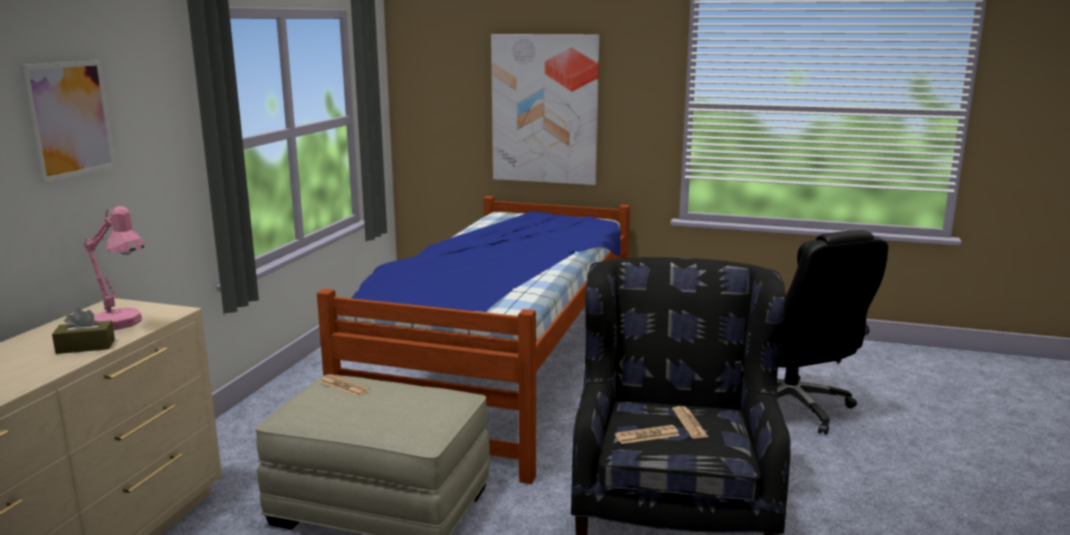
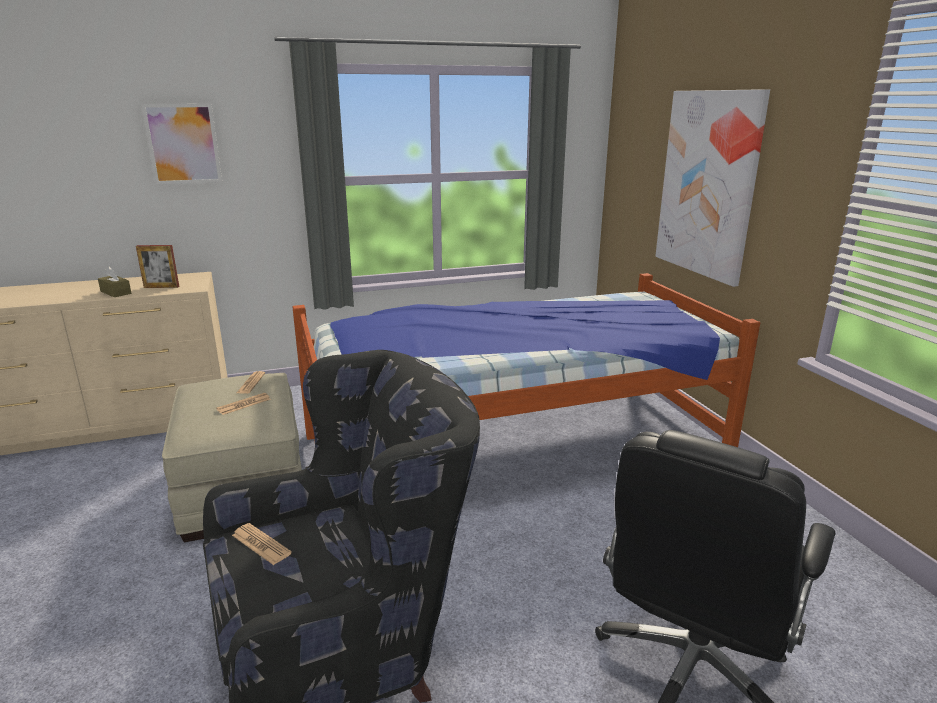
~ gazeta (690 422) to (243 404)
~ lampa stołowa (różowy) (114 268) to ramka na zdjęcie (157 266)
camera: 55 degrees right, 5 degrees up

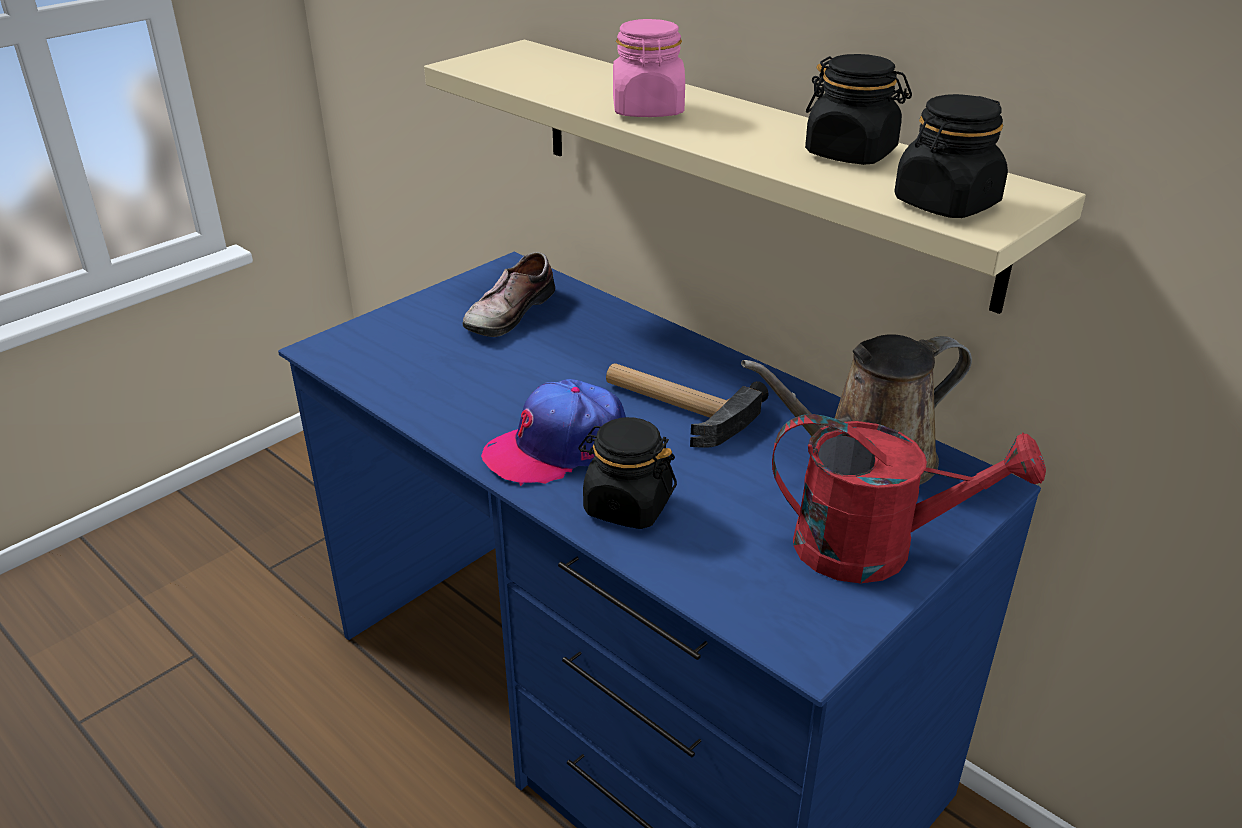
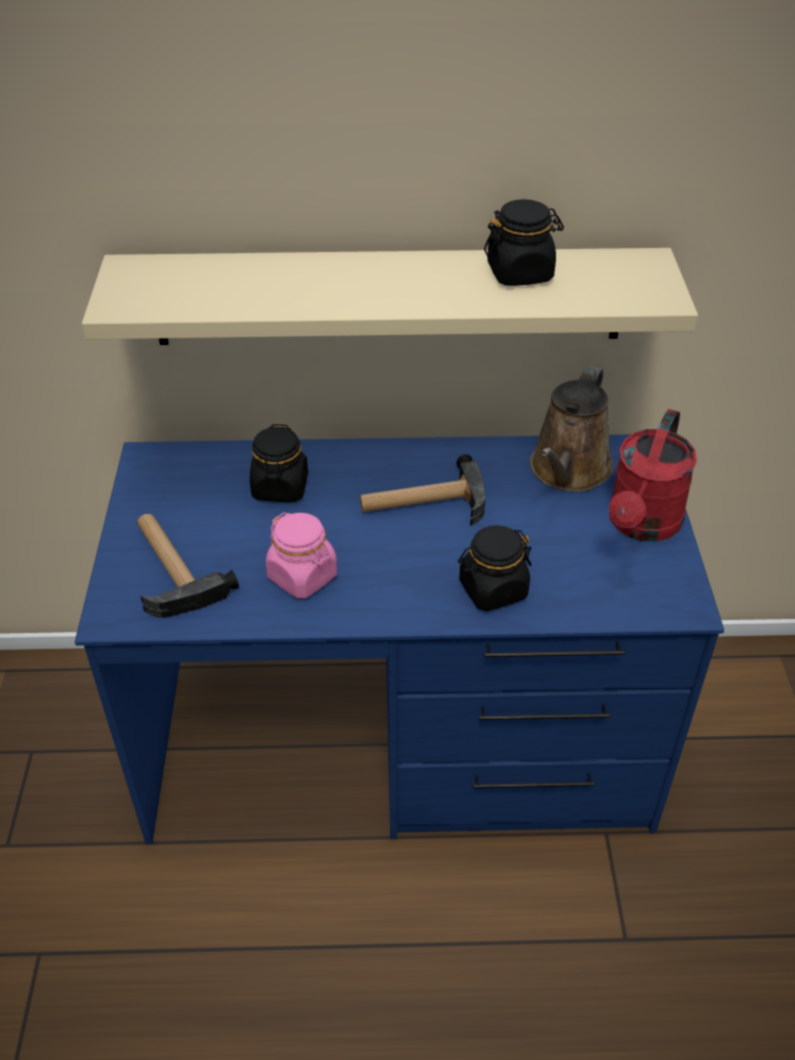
- but (509 294)
- czapka z daszkiem (553 432)
+ młotek (188 566)
~ słoik (różowy) (649 68) to (301 555)
~ słoik (czarny) (951 156) to (279 463)
~ konewka (czerwony) (909 498) = (653 475) 150 degrees clockwise
camera: 45 degrees left, 10 degrees up

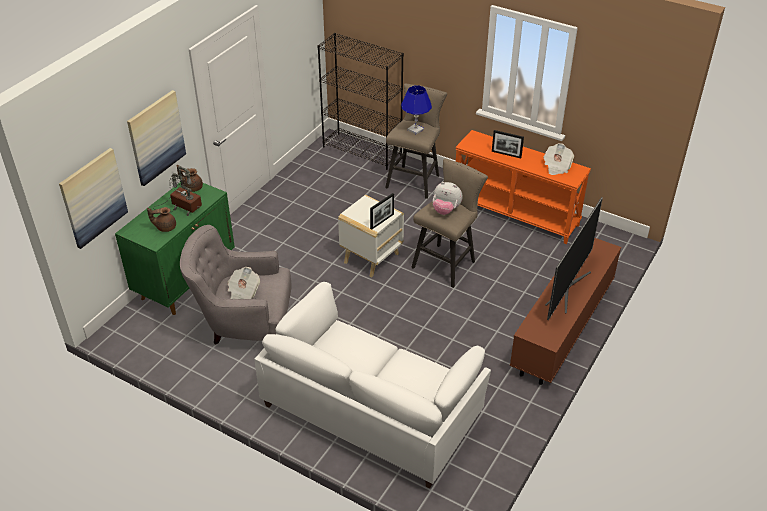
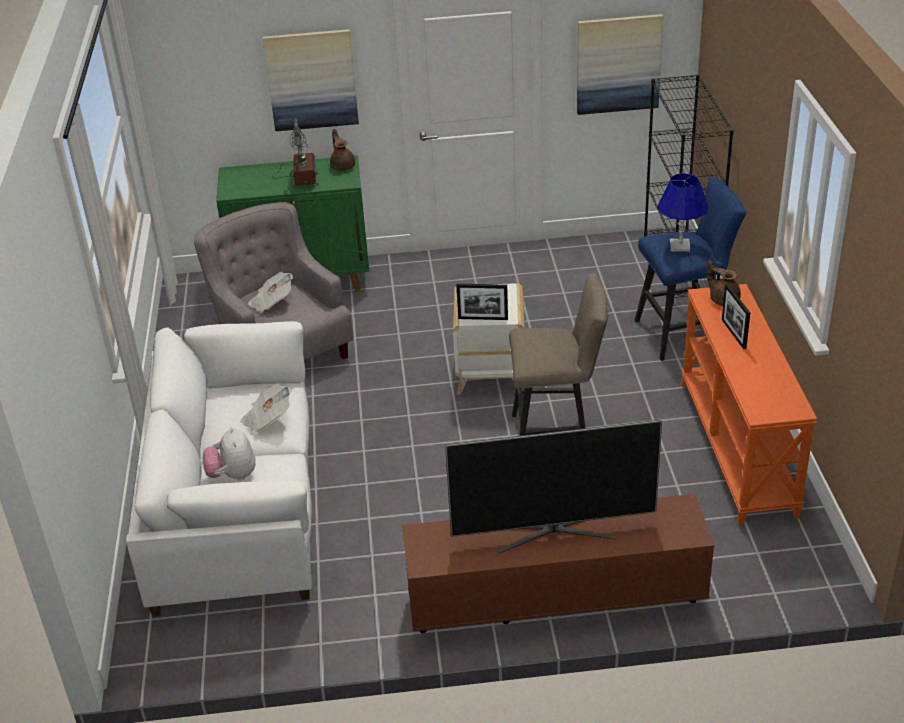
~ obraz (93 198) to (620 64)
~ imbryk (brązowy) (161 219) to (724 282)
~ pluszak (448 198) to (229 454)
~ gazeta (558 159) to (266 408)
~ stołek (beżowy) (416 141) to stołek (niebieski) (690 268)
camera: 55 degrees right, 5 degrees down

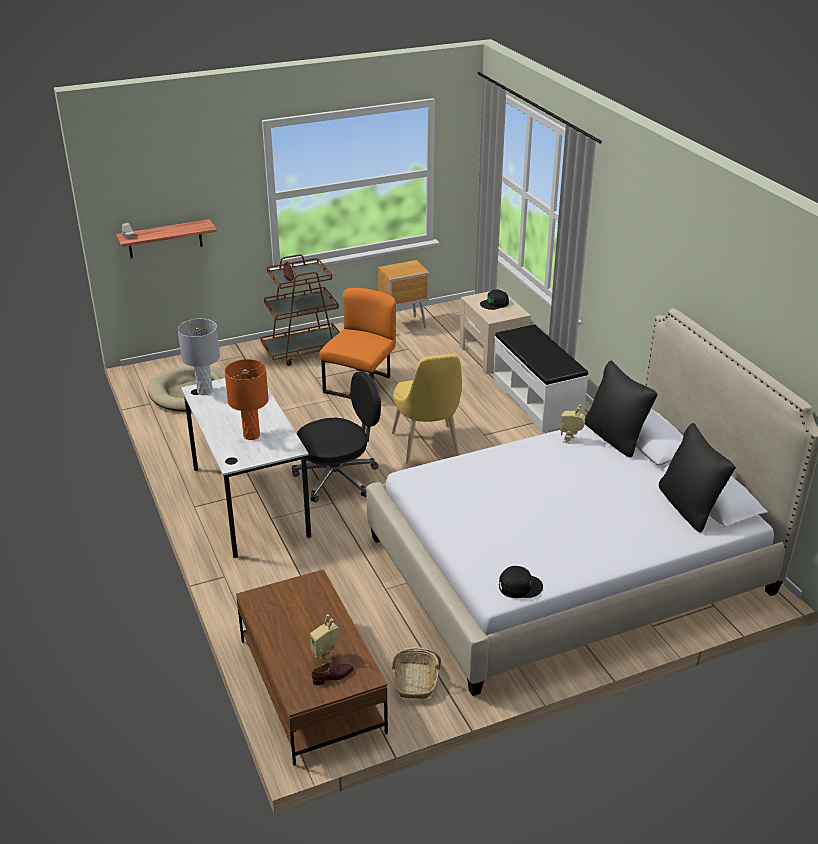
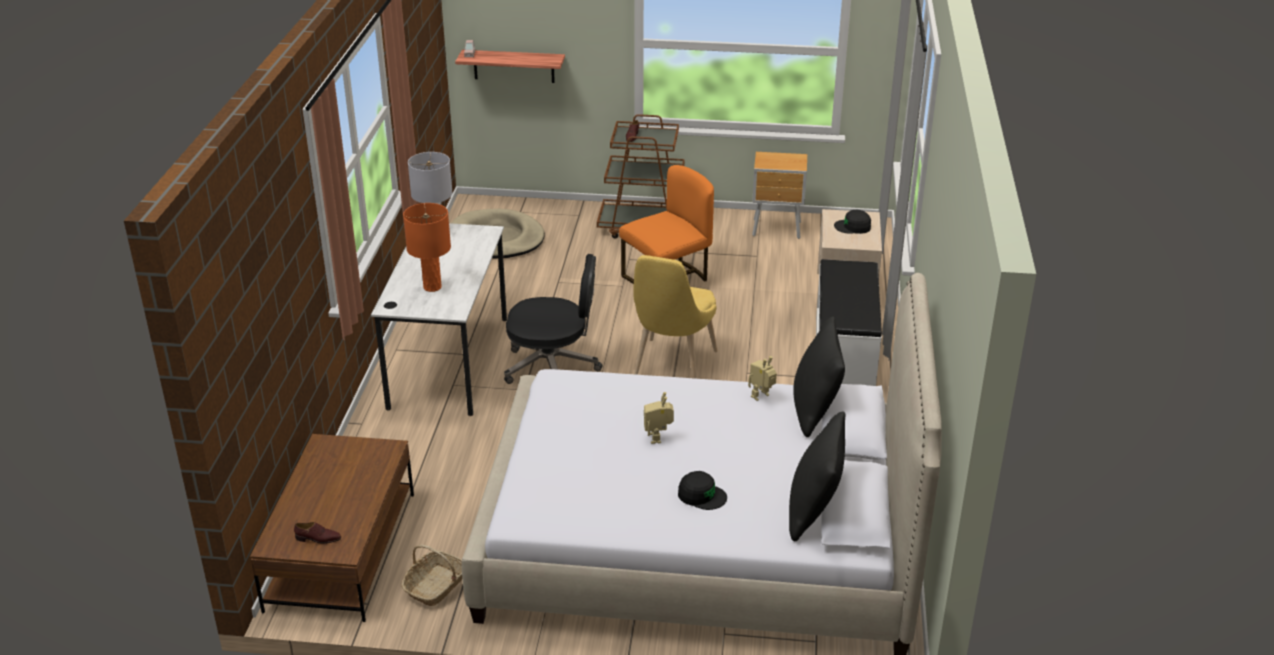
~ robot zabawkowy (325 639) to (659 418)
~ czapka z daszkiem (czarny) (521 582) to (702 490)
camera: 30 degrees right, 0 degrees up

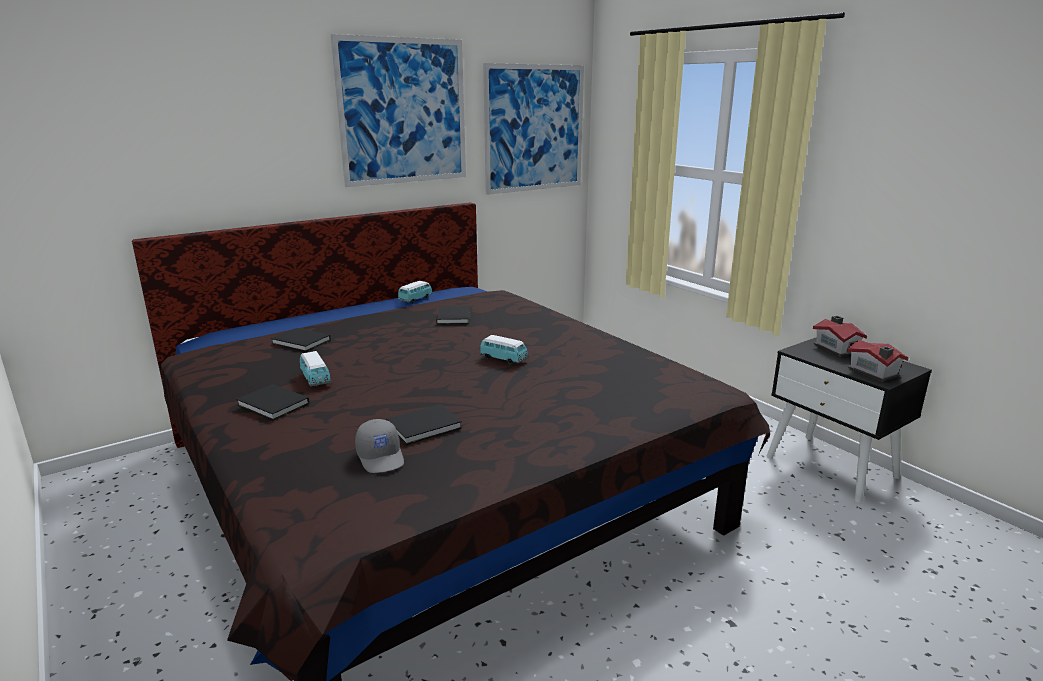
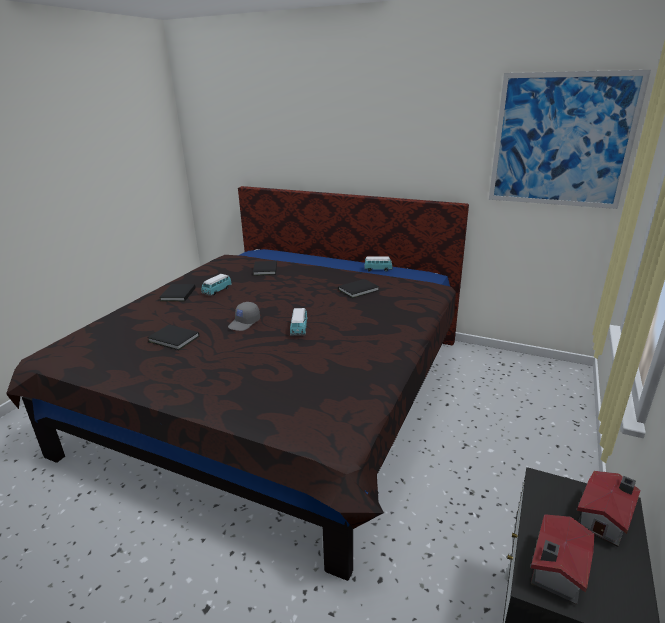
- obraz (398 110)
~ czapka z daszkiem (szary) (379 446) to (244 316)
camera: 60 degrees right, 5 degrees up

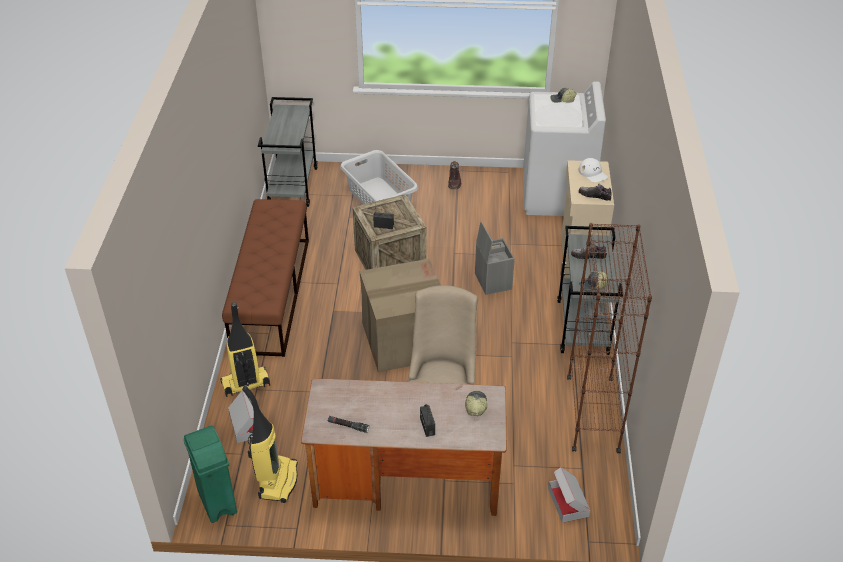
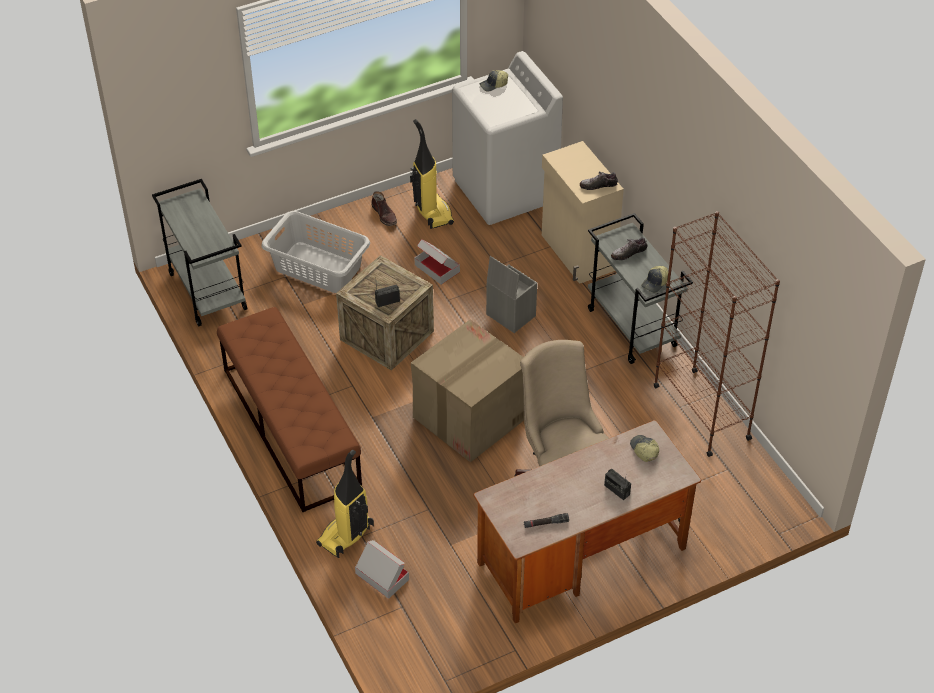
- kosz na śmieci (zielony) (210 474)
- czapka z daszkiem (biały) (593 170)
~ odkurzacz (270 444) to (432 174)
~ karton (569 495) to (437 262)
camera: 30 degrees left, 5 degrees up

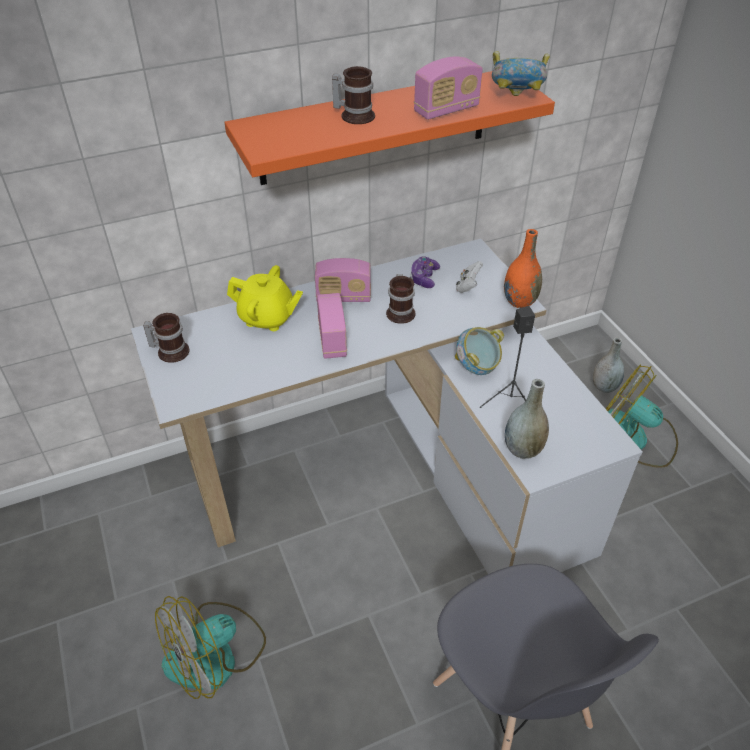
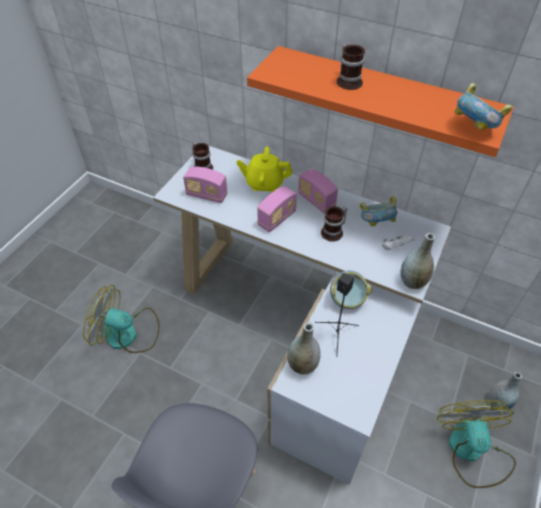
~ radio (448 88) to (205 185)
~ pad do gier (425 272) to miska (379 211)
~ wazon (pomarańczowy) (523 268) to wazon (szary) (417 261)
~ imbryk (żółty) (265 298) = (264 169) 120 degrees clockwise
camera: 50 degrees right, 5 degrees up

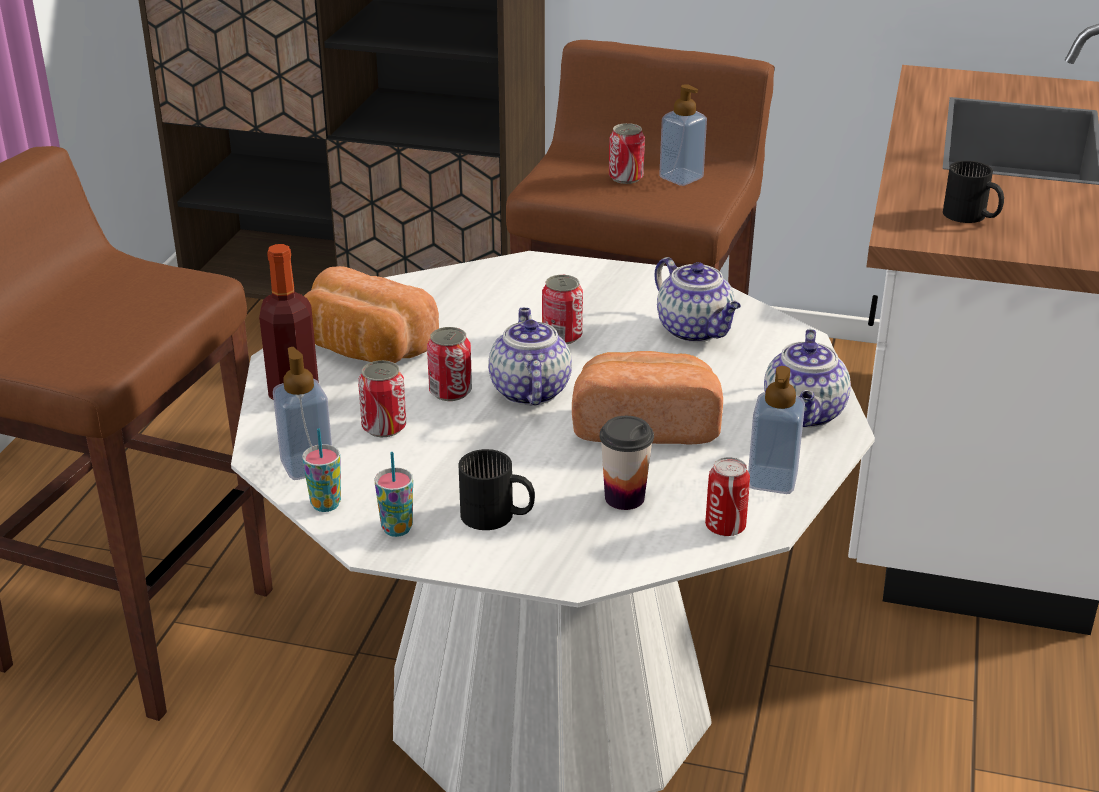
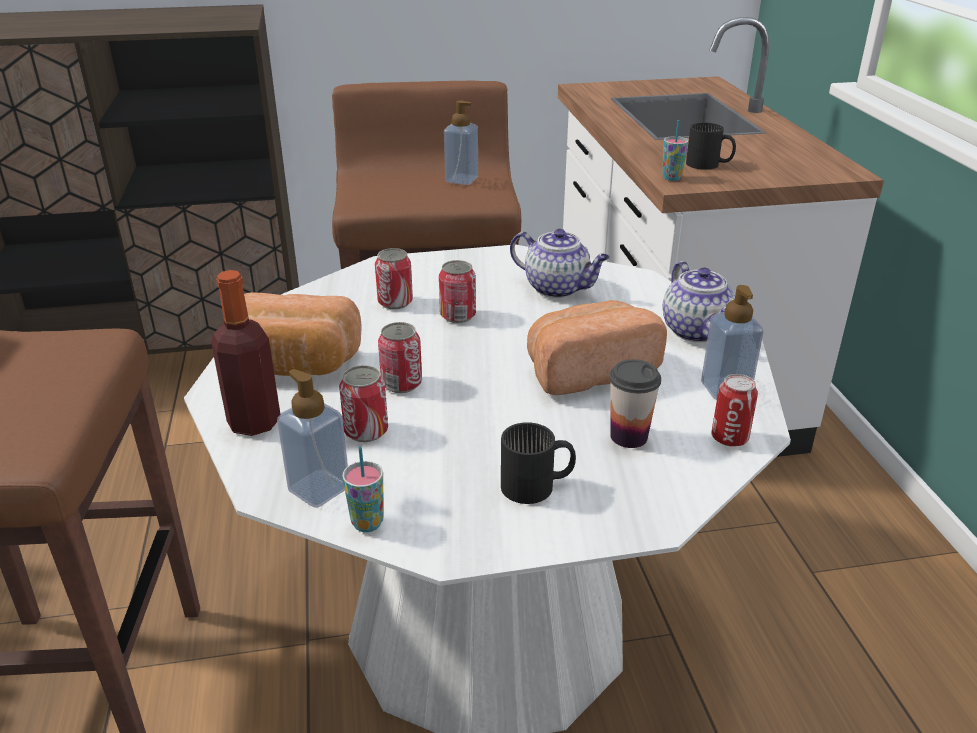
- imbryk (530 357)
~ filiżanka (394 494) to (675 150)
~ puszka (627 153) to (394 278)
camera: 25 degrees left, 0 degrees up

